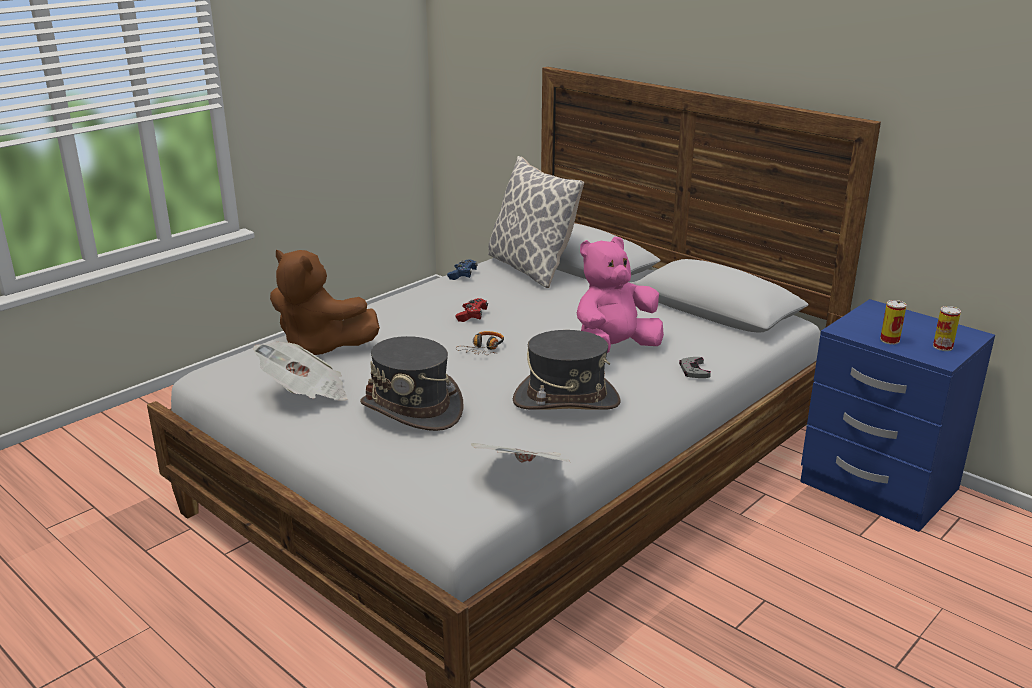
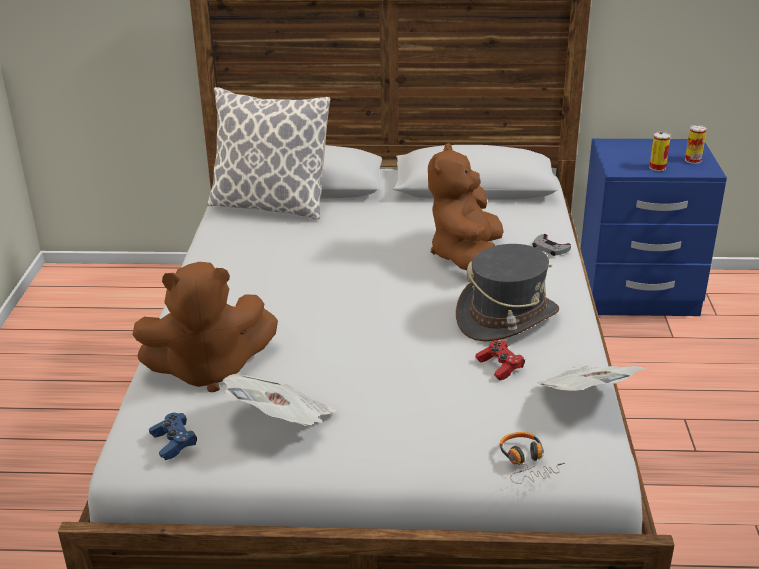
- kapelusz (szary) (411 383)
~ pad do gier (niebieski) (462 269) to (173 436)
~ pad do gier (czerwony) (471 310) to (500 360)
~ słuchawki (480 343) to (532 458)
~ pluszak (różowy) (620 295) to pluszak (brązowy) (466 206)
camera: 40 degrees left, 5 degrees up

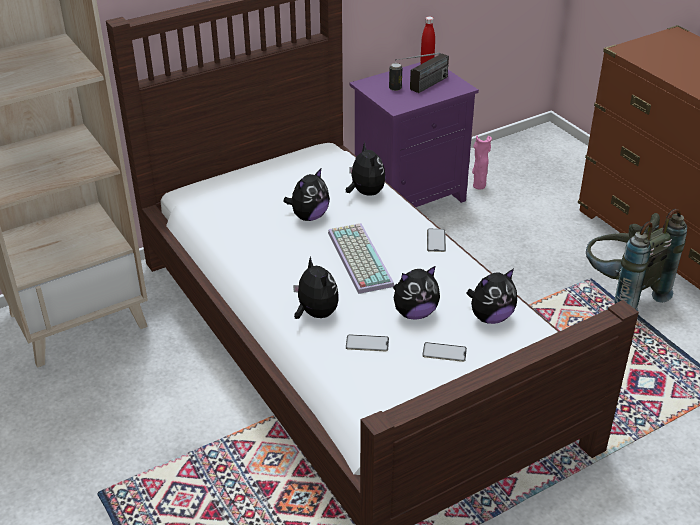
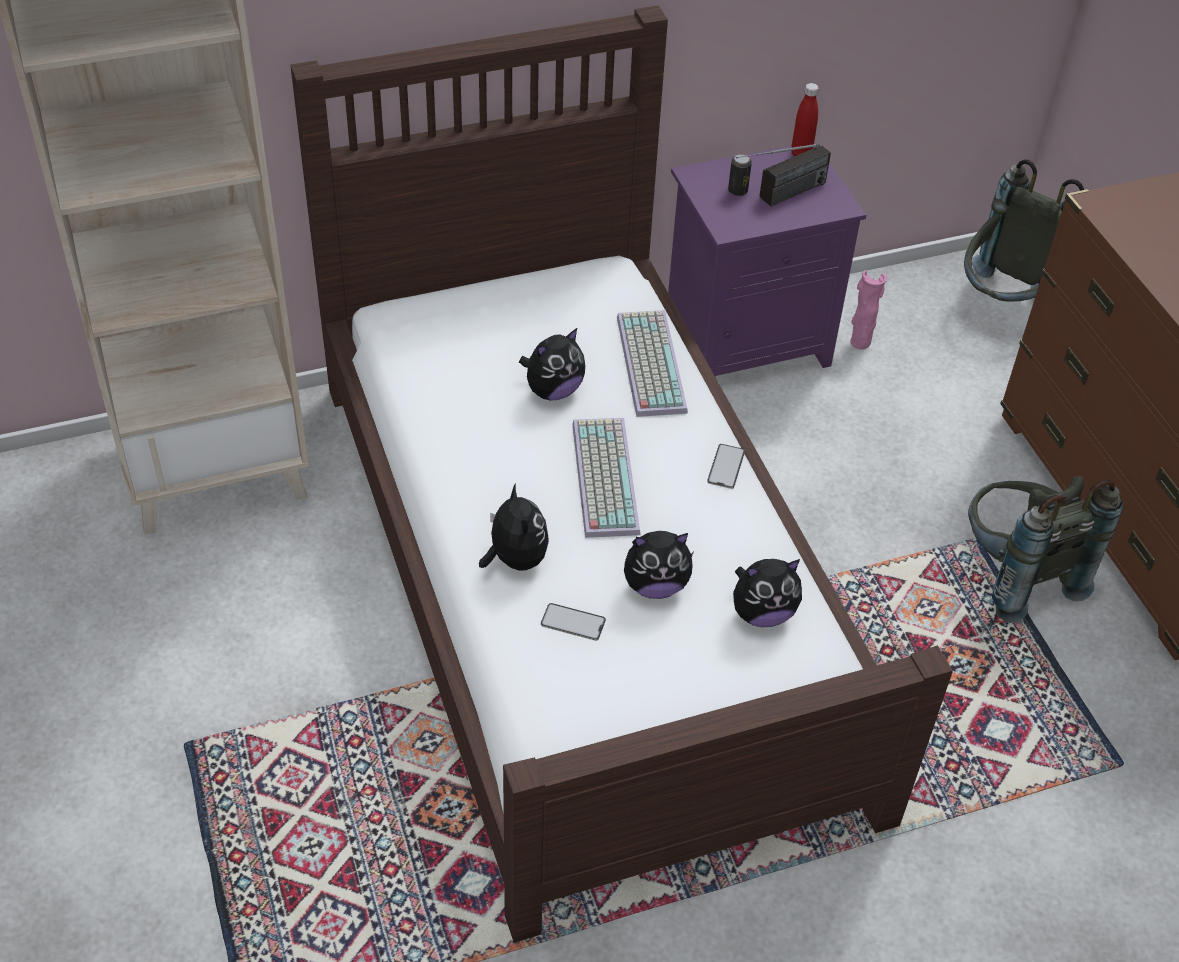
- telefon (444 352)
+ plecak (szary) (1024 230)
~ pluszak (366 169) to klawiatura (652 363)
camera: 10 degrees right, 10 degrees up

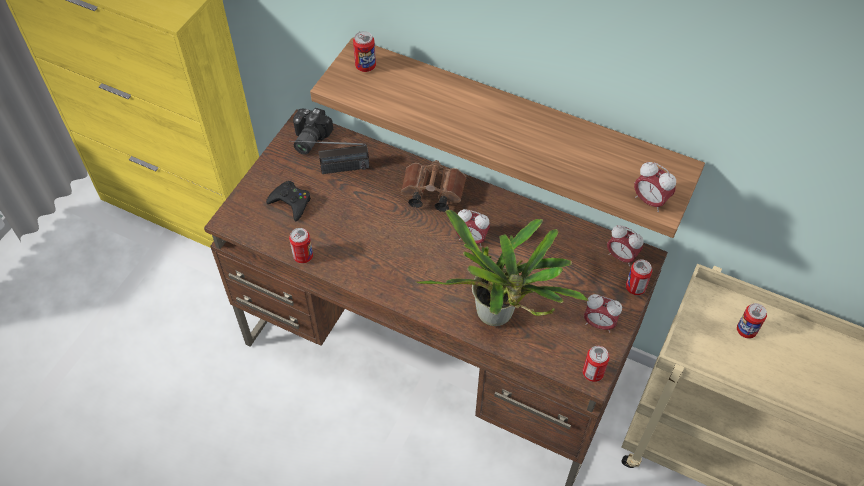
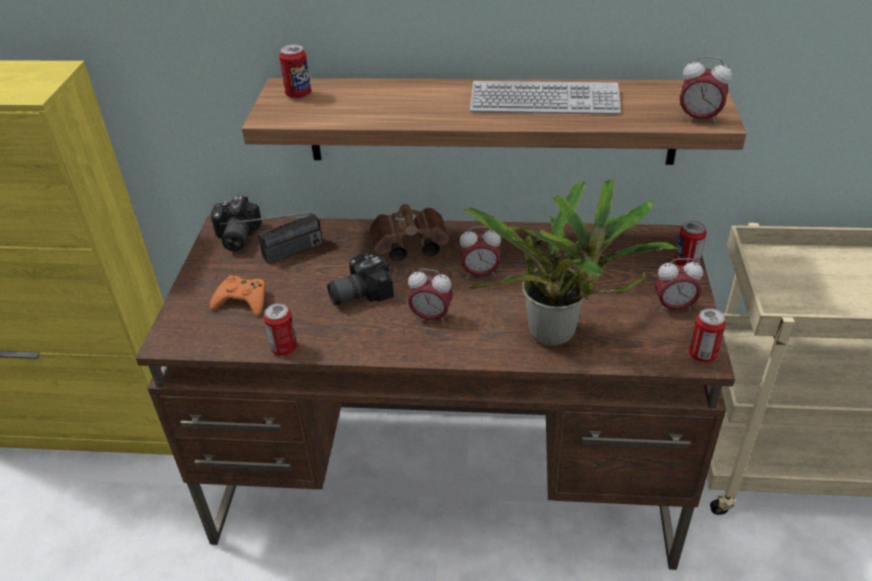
- puszka (752 321)
+ aparat fotograficzny (360 278)
+ klawiatura (545 98)
~ budzik (625 245) to (430 296)
~ pad do gier (czarny) (288 201) to pad do gier (pomarańczowy) (237 296)
camera: 20 degrees left, 15 degrees down

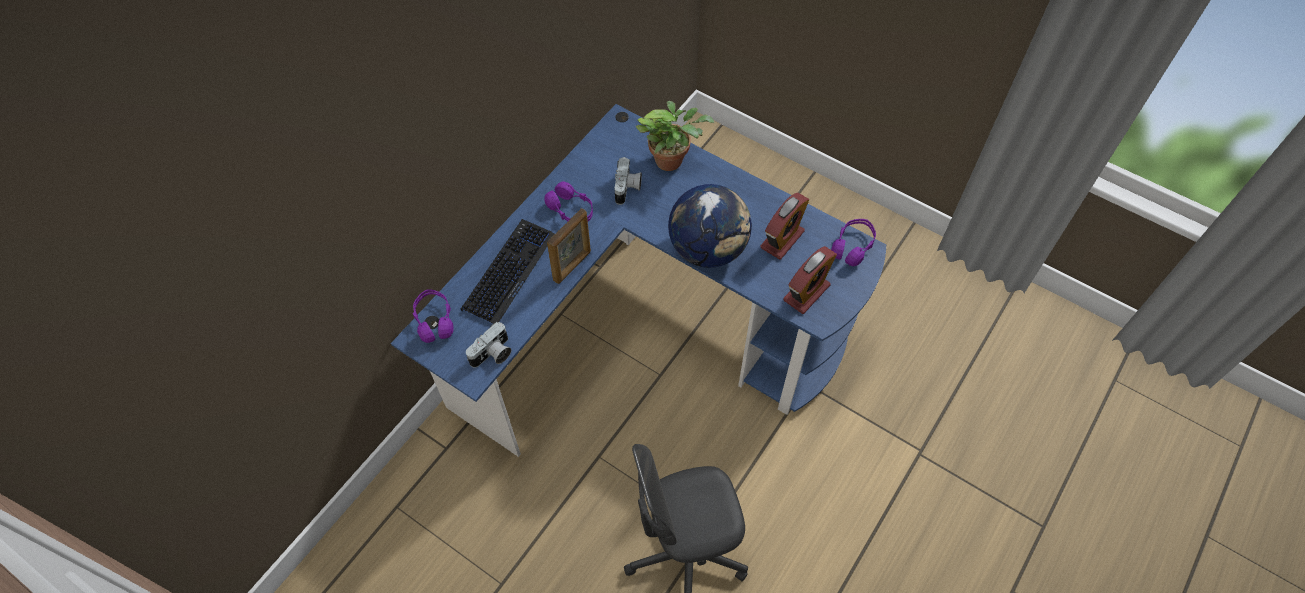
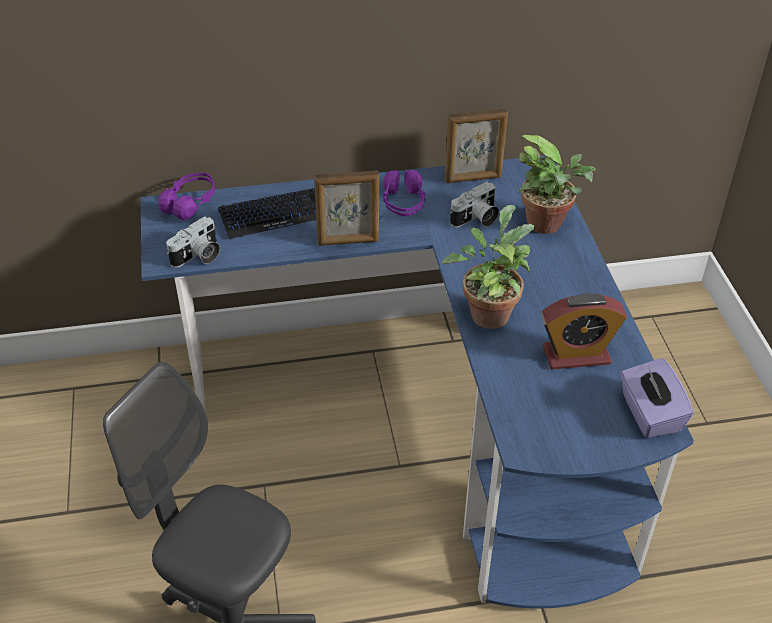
- budzik (810 280)
+ ramka na zdjęcie (476 146)
~ globus (710 226) to roślina doniczkowa (488 267)
~ słuchawki (fioletowy) (853 242) to pudełko chusteczek (fioletowy) (657 398)
~ aparat fotograficzny (488 345) = (193 242) 45 degrees counterclockwise
camera: 45 degrees right, 15 degrees down

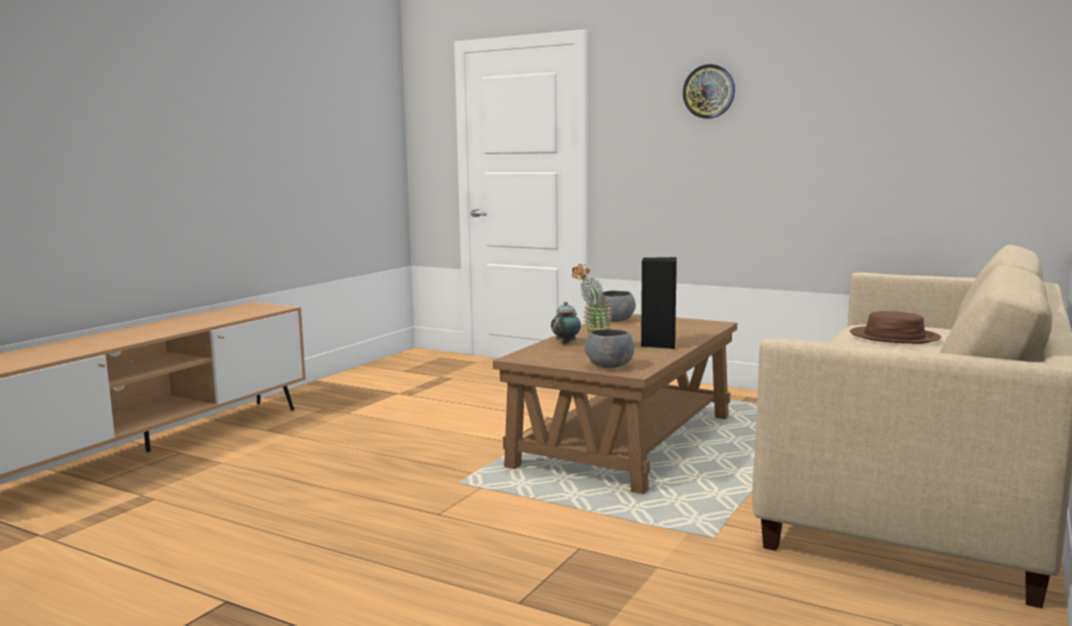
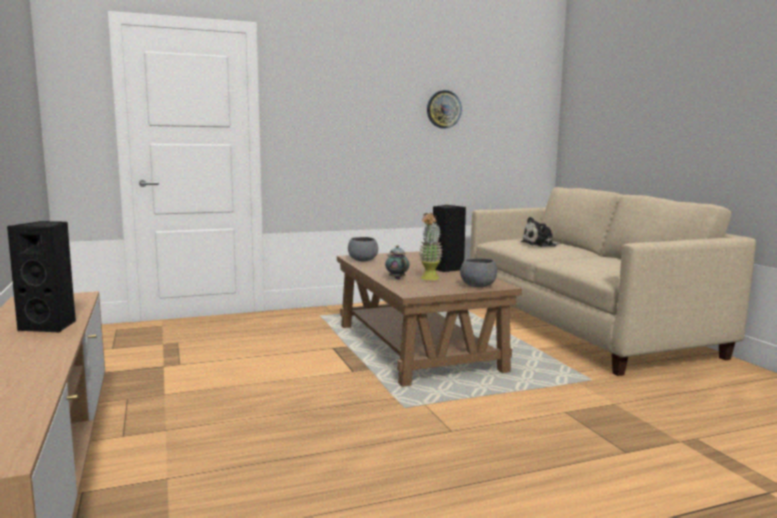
+ głośnik (czarny) (41 277)
~ zegar ścienny (709 91) to (444 109)
~ kapelusz (brązowy) (895 327) to pluszak (541 232)
camera: 50 degrees left, 0 degrees up

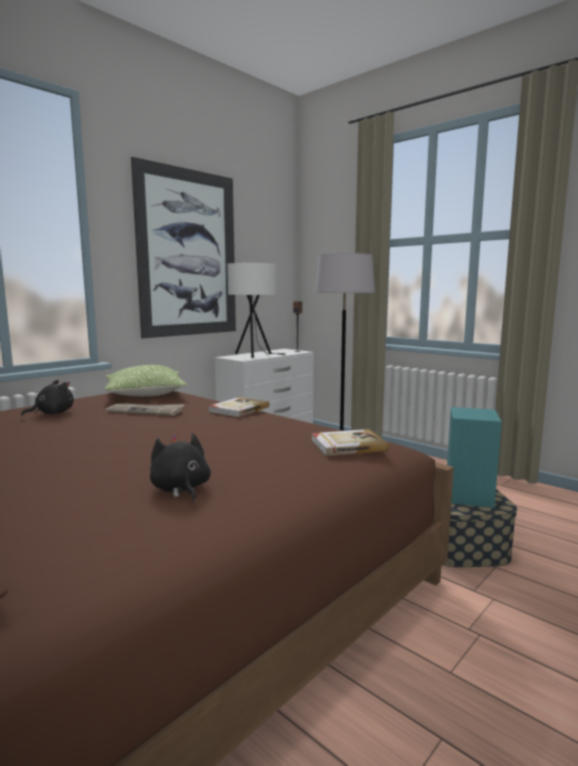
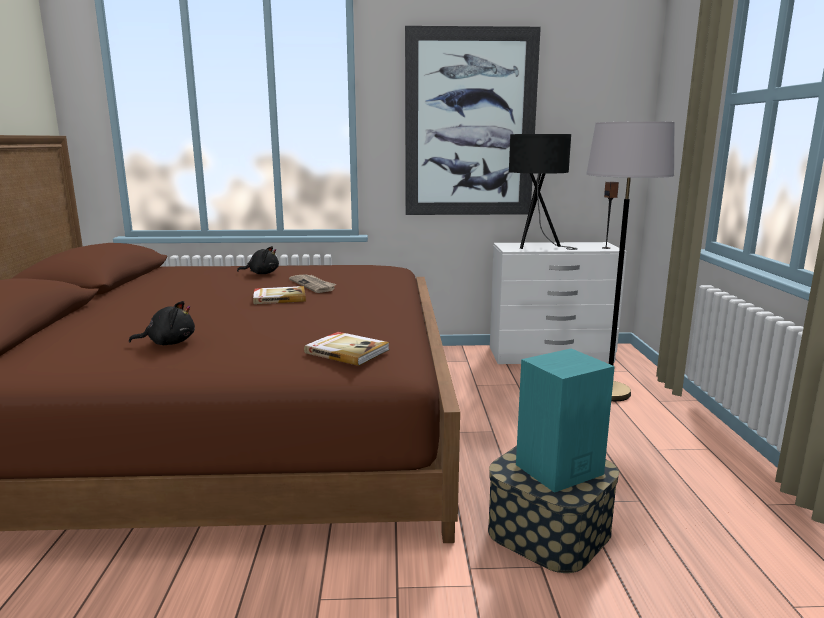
- poduszka (146 380)
~ książka (239 407) to (279 295)
~ lampa stołowa (biały) (256 310) to lampa stołowa (czarny) (543 192)
~ pluszak (czarny) (180 468) = (162 323) 60 degrees clockwise
camera: 45 degrees right, 5 degrees up

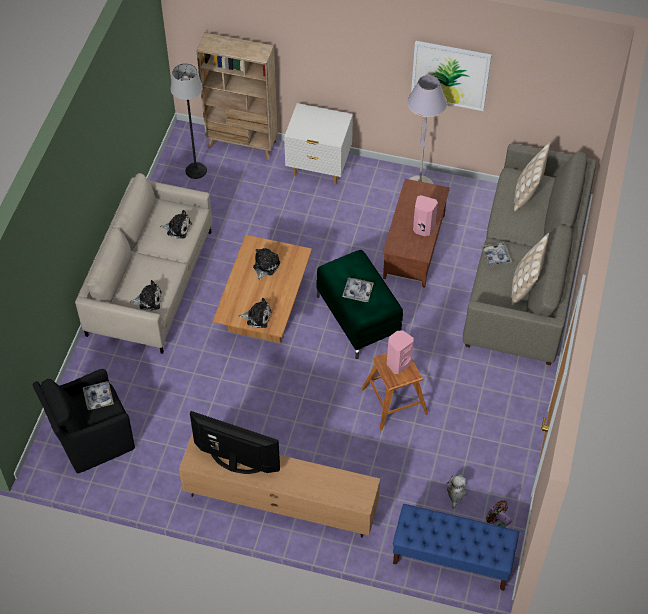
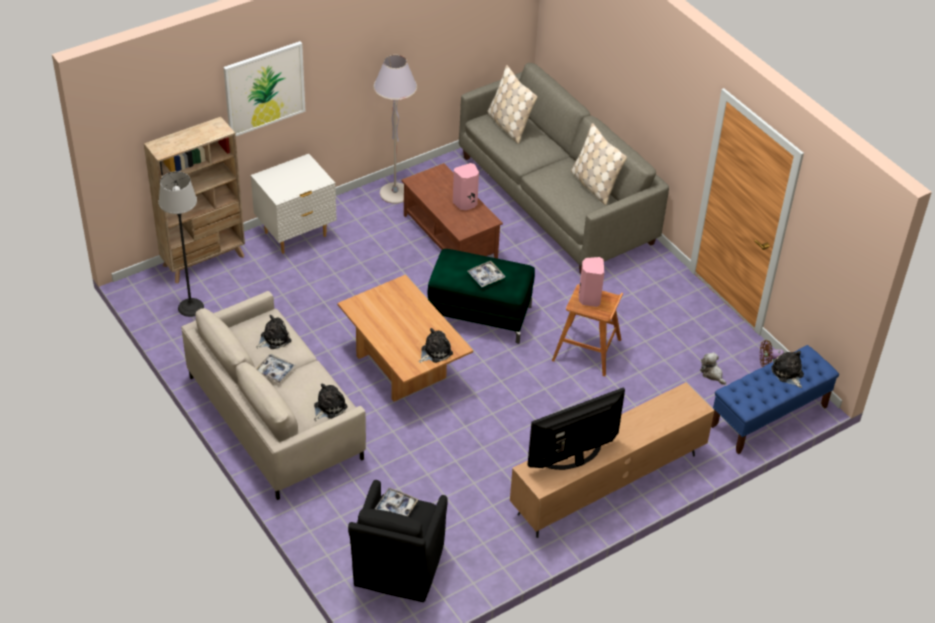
~ pluszak (266 264) to (788 369)
~ obraz (451 76) to (264 88)
~ taca (496 254) to (276 368)
camera: 50 degrees left, 10 degrees down

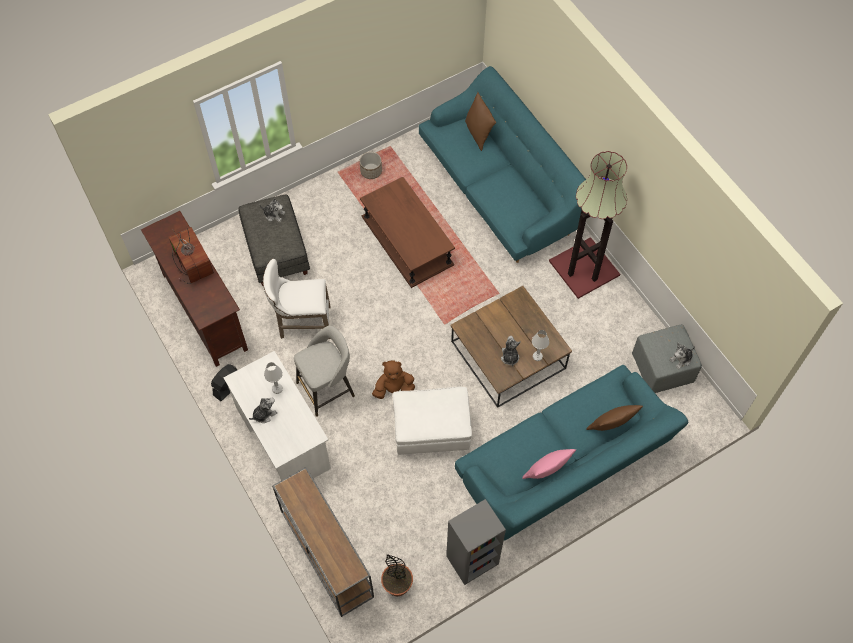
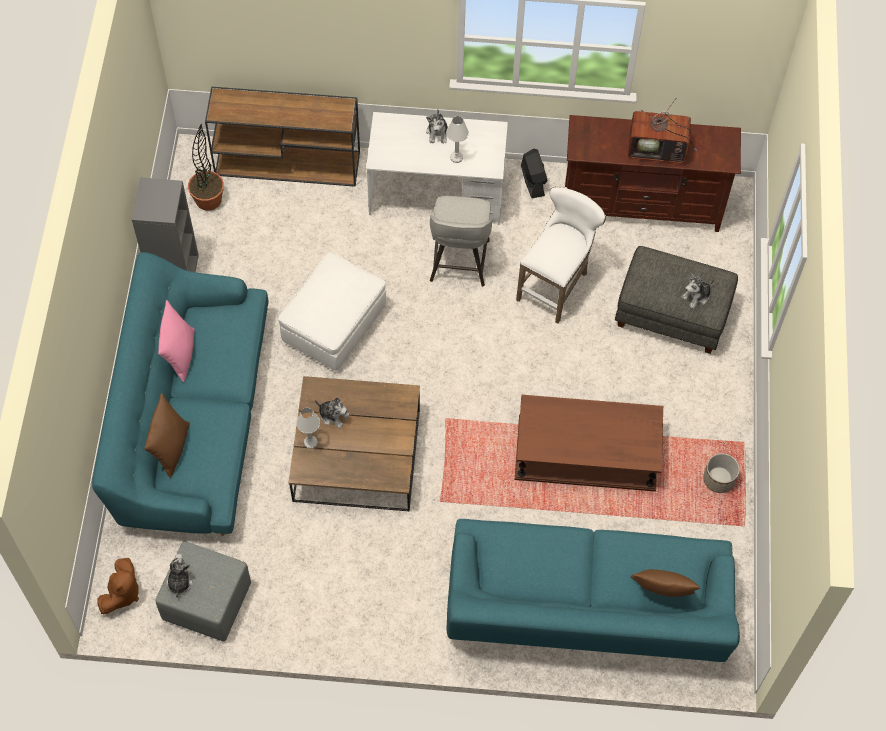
- lampa stojąca (588 225)
~ pluszak (brązowy) (393 379) to (118 586)
camera: 125 degrees right, 0 degrees up

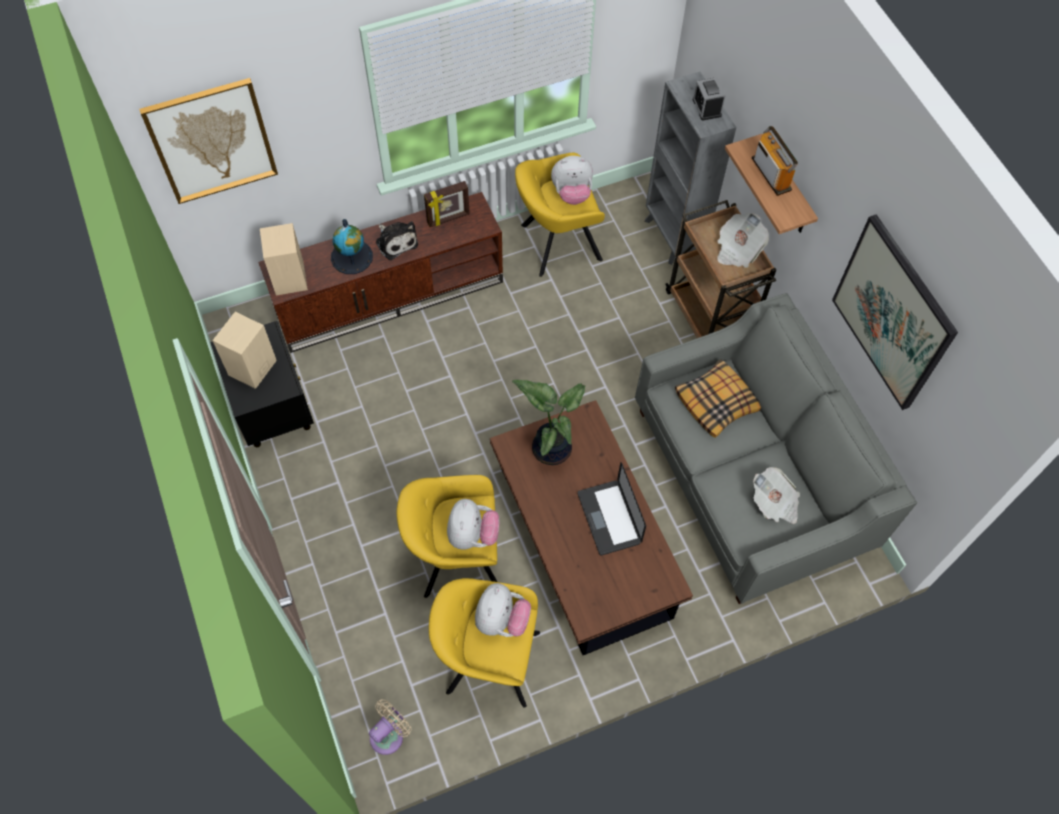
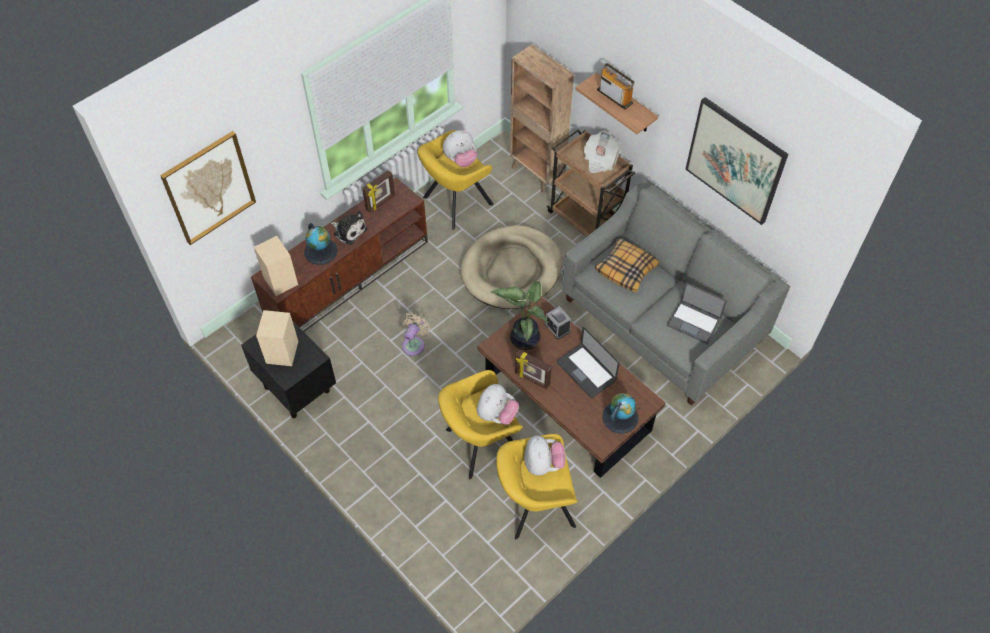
+ legowisko (beżowy) (511 267)
+ ramka na zdjęcie (533 369)
+ globus (620 413)
~ wentylator (beżowy) (390 727) to (416 334)
~ budzik (709 98) to (558 322)
~ gazeta (776 495) to laptop (696 313)
~ regał (szary) (690 168) to regał (brązowy) (542 118)
~ pluszak (473 524) = (498 404) 45 degrees clockwise
camera: 20 degrees left, 5 degrees down

